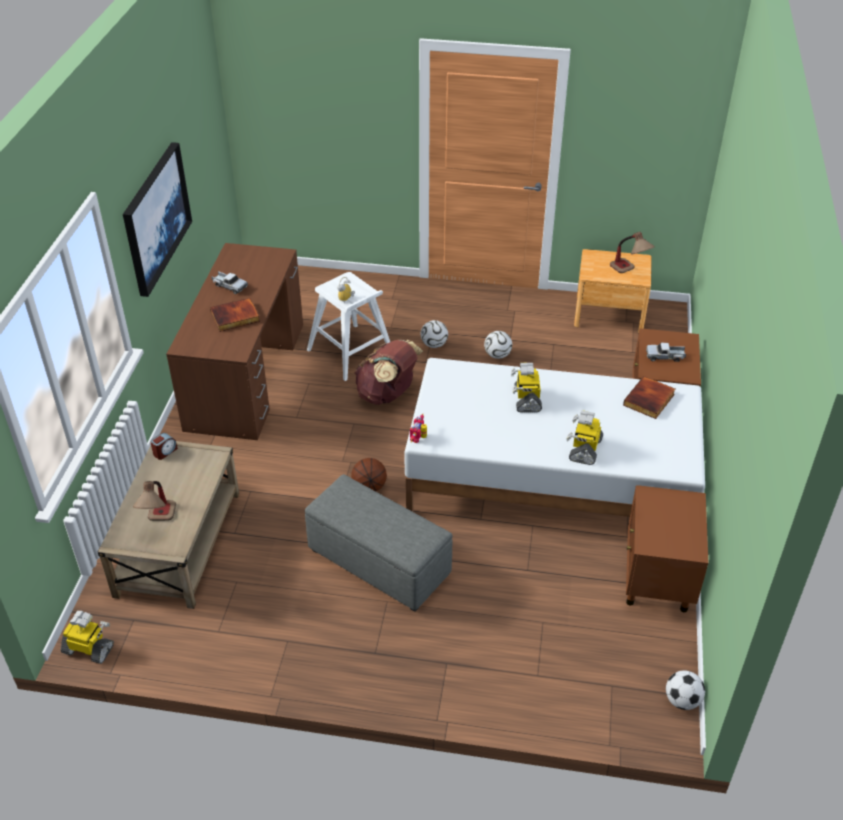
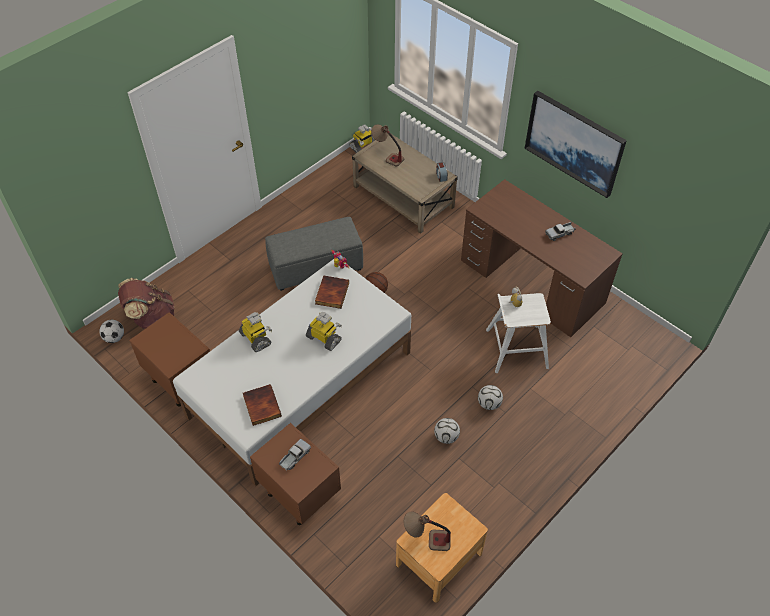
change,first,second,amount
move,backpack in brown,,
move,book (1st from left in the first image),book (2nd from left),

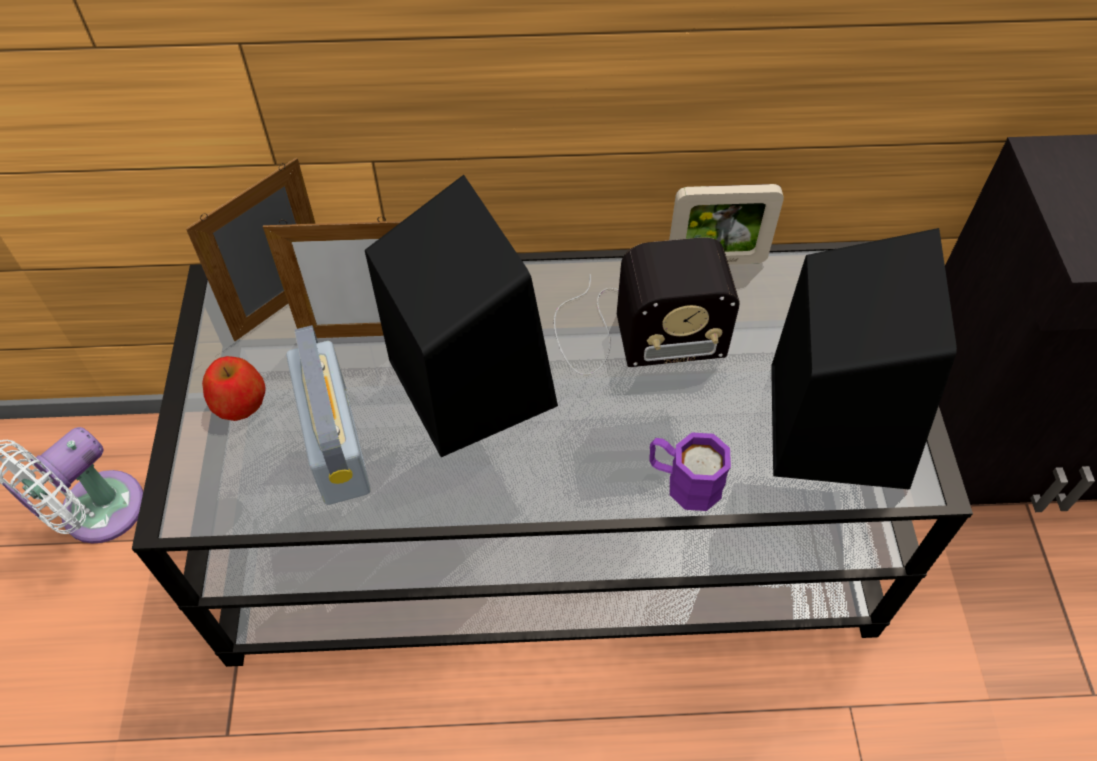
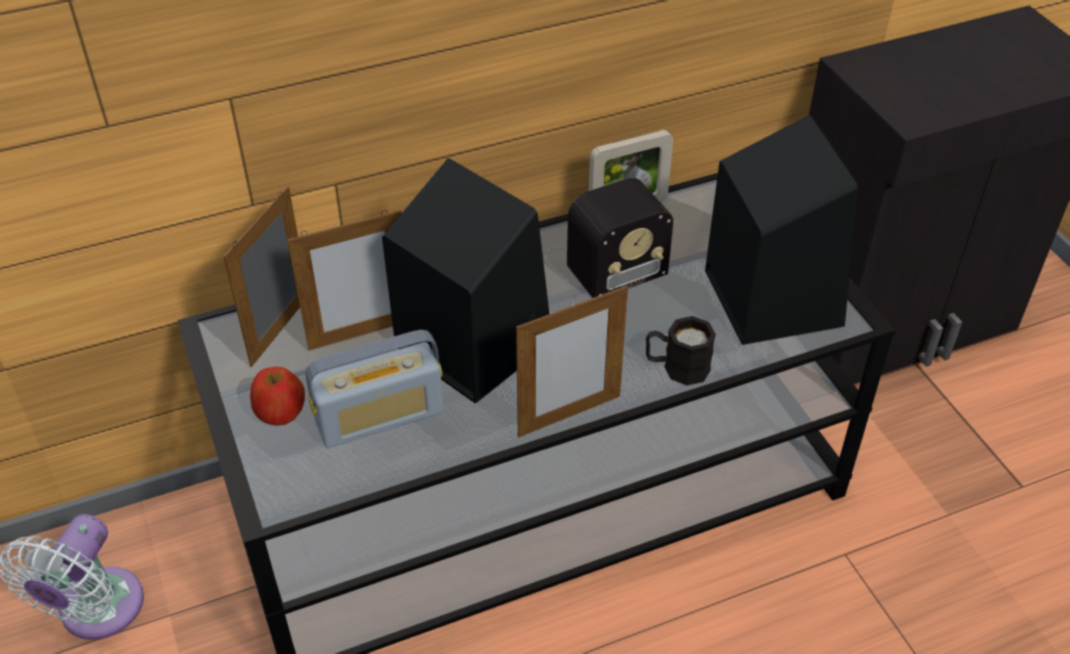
change,first,second,amount
rotate,radio (1st from left),,105 degrees clockwise
insert,,picture frame (3rd from left),
recolor,mug in purple,mug in black,

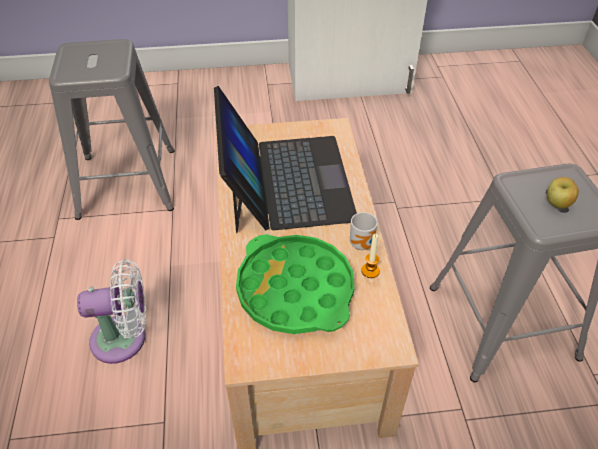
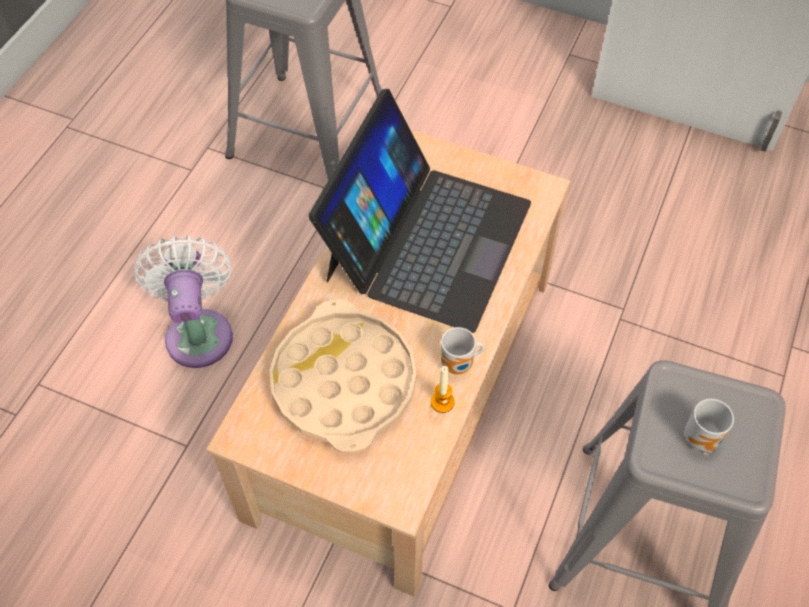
change,first,second,amount
rotate,fan in white,,120 degrees counterclockwise
recolor,tray in green,tray in beige,
replace,apple,mug (2nd from left),

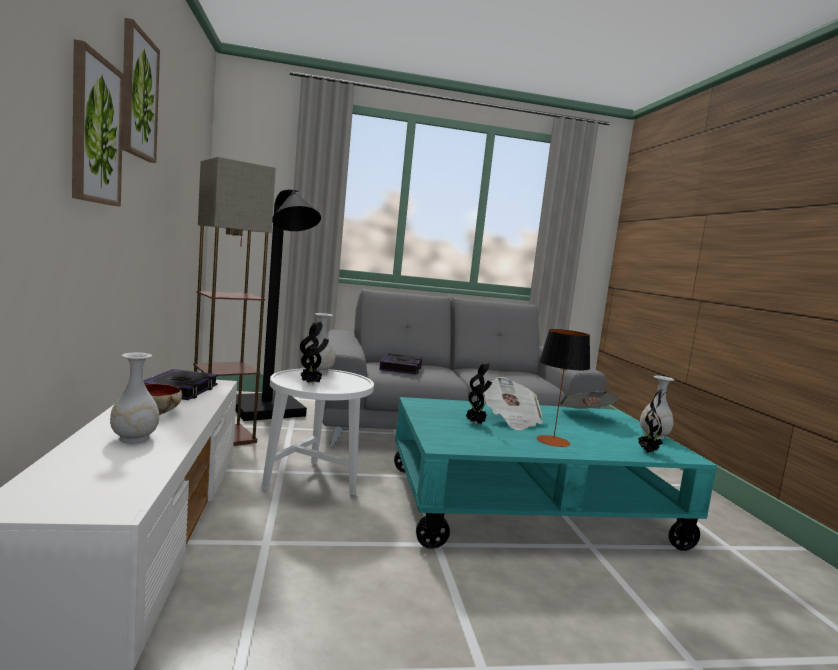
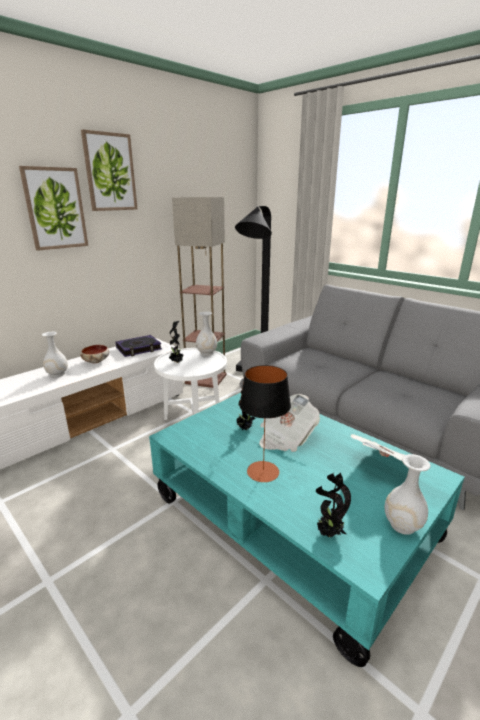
change,first,second,amount
delete,book (2nd from left),,

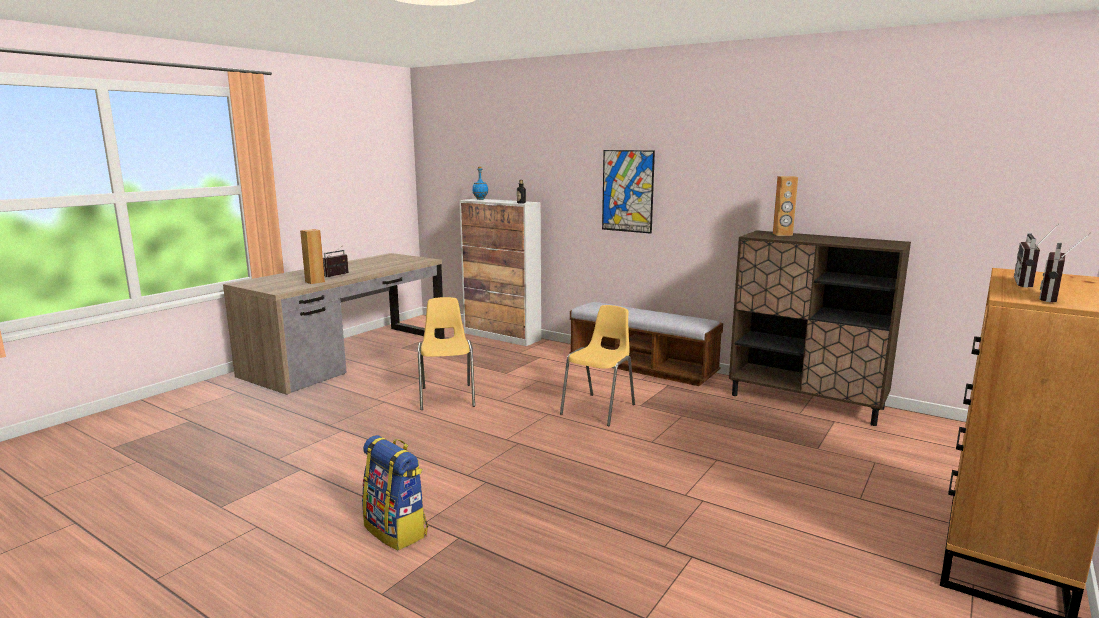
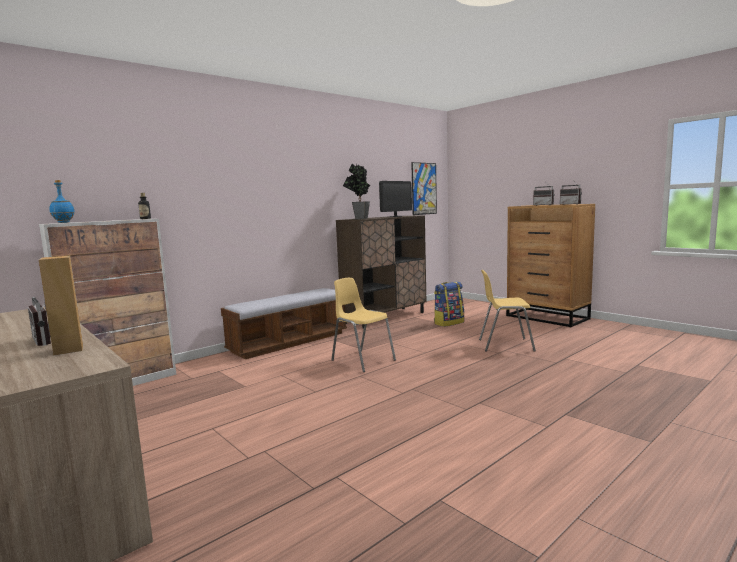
change,first,second,amount
replace,speaker in brown (2nd from left),potted plant,
insert,,monitor,
move,picture,,
move,backpack,,
move,chair in yellow (1st from left in the first image),chair in yellow (2nd from left),

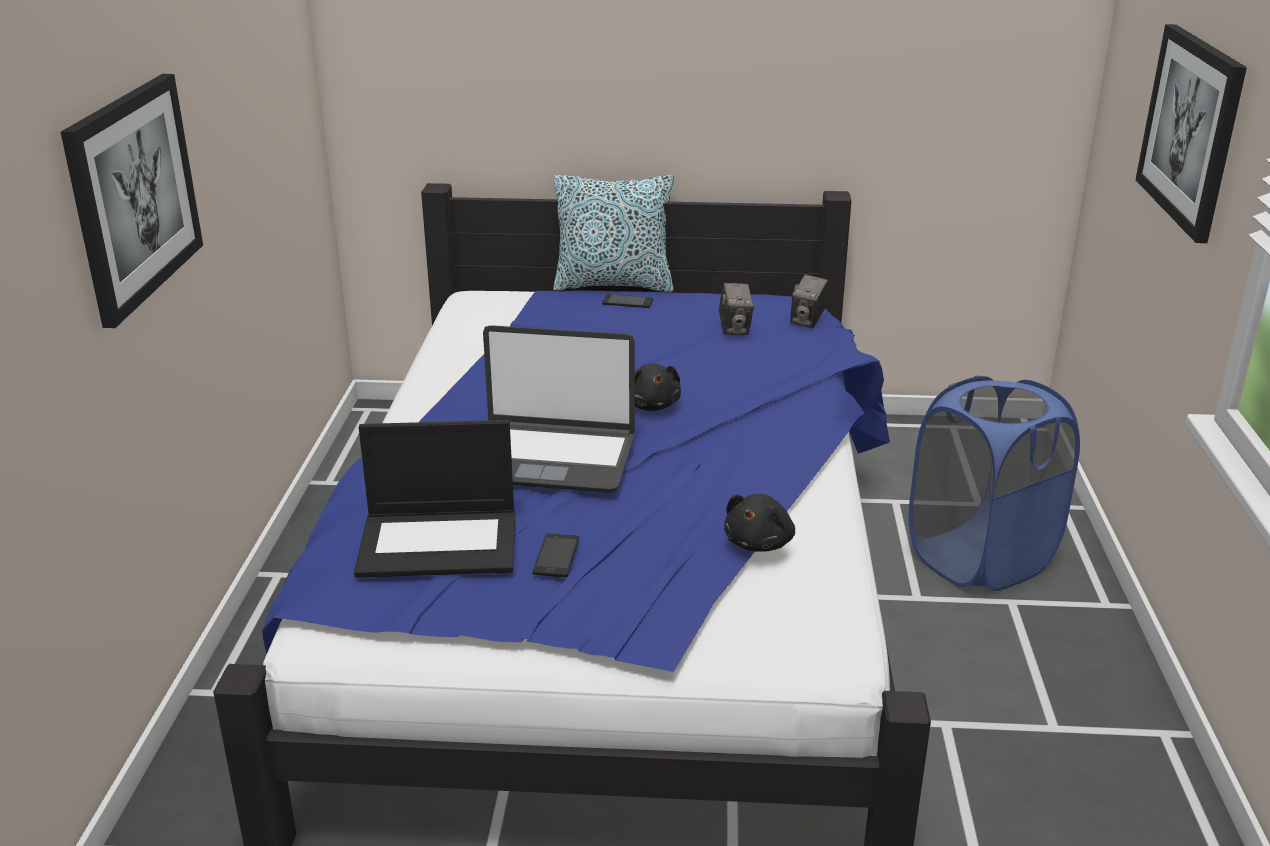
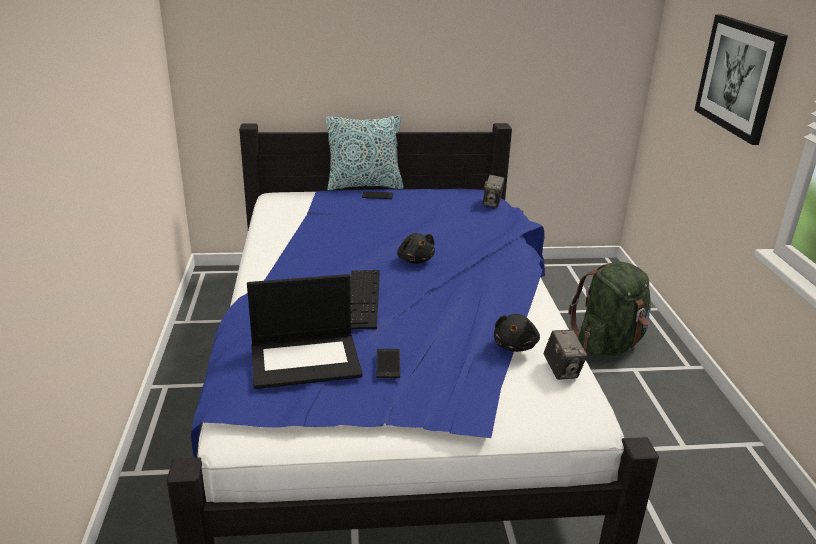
change,first,second,amount
replace,laptop (2nd from left),keyboard,
move,photo camera (1st from left in the first image),photo camera (2nd from left),
replace,laundry basket in blue,backpack in green,
delete,picture (1st from left),,

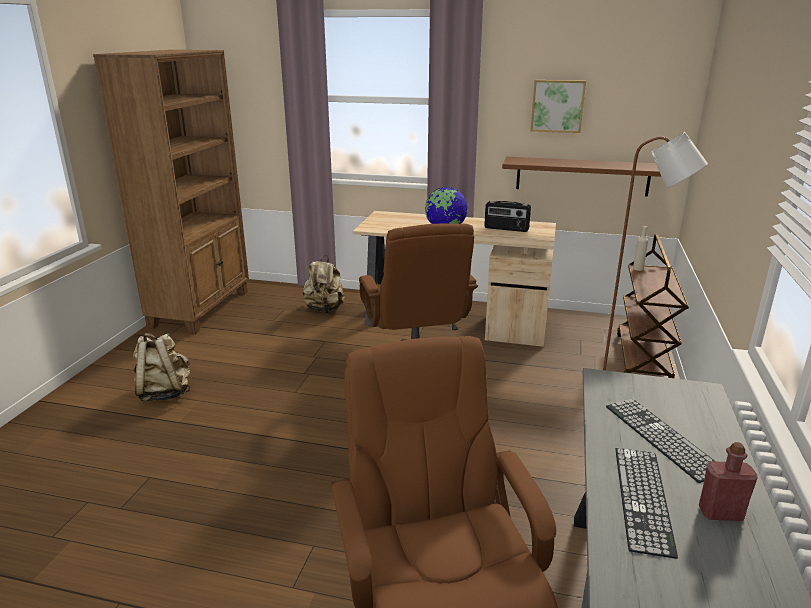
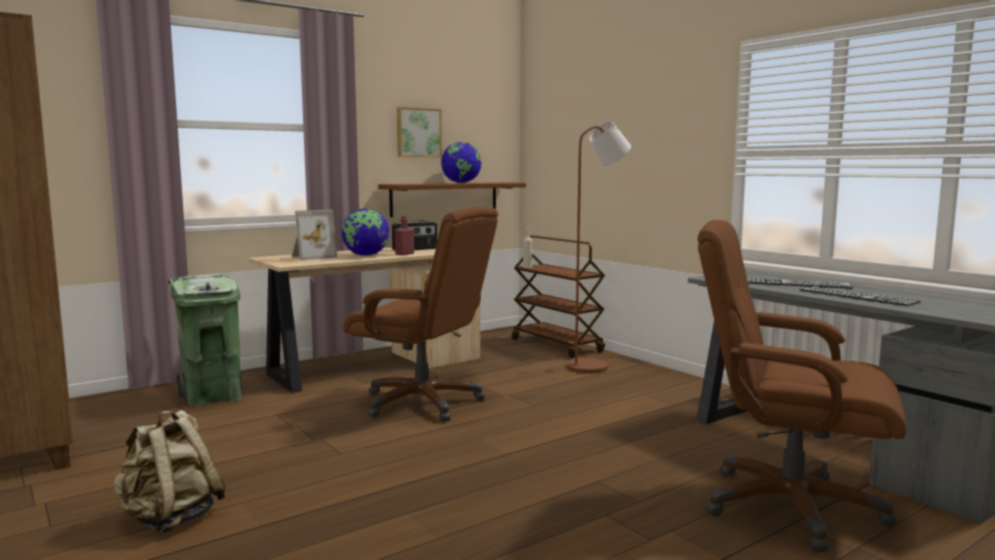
change,first,second,amount
replace,backpack in beige (2nd from left),trash can in green,
insert,,picture frame,
move,bottle in red,,
insert,,globe (2nd from left),

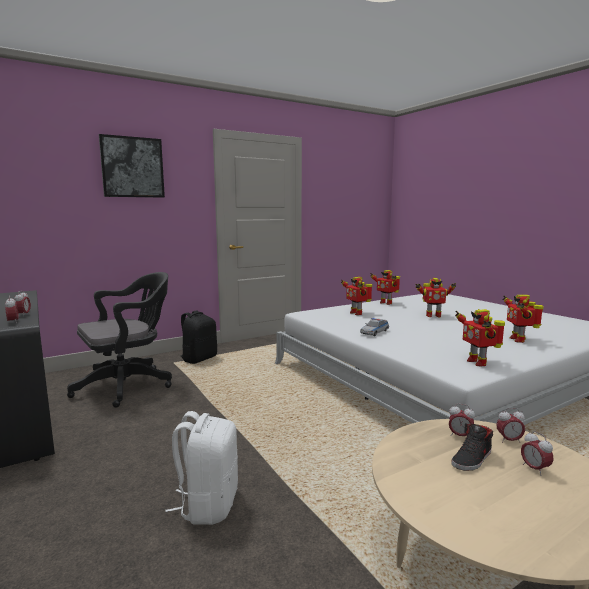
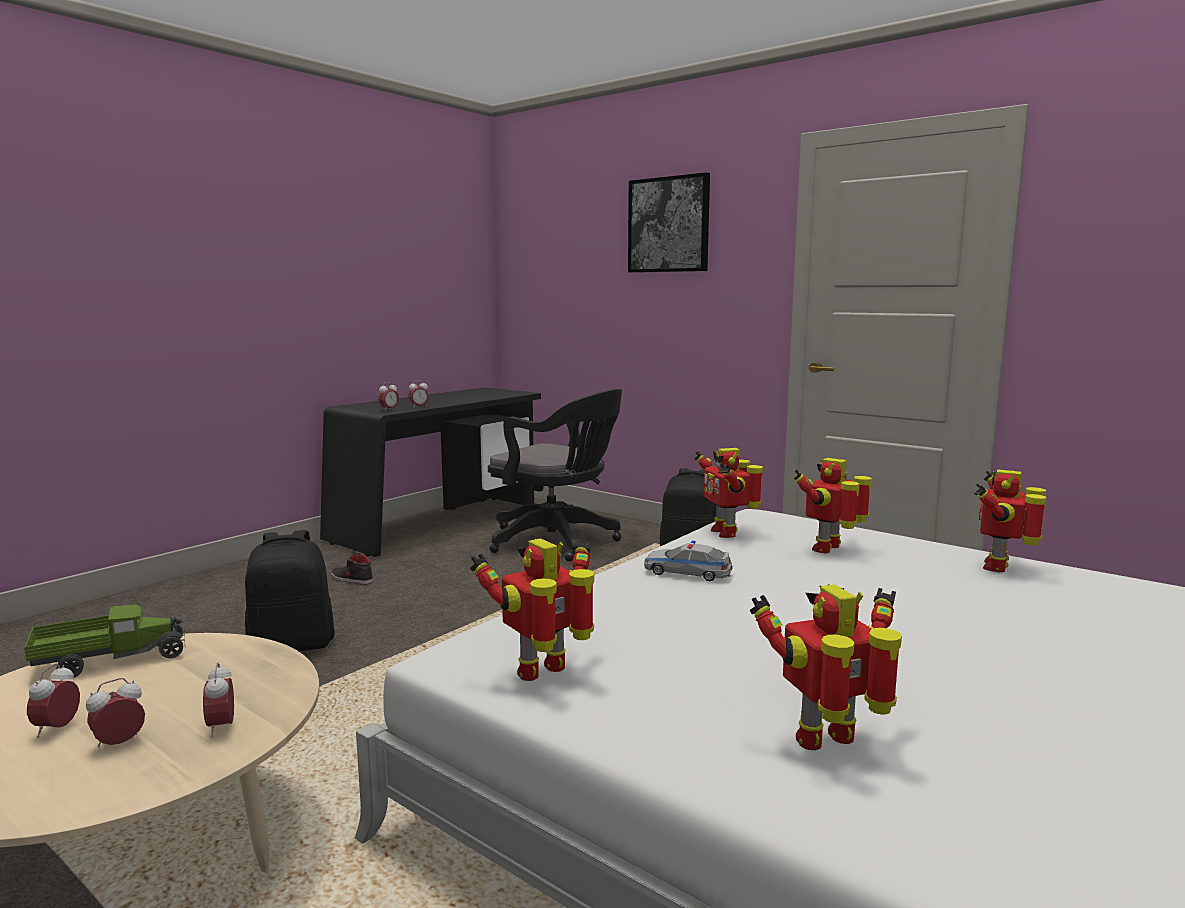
change,first,second,amount
insert,,toy truck,
move,alarm clock (3rd from left in the first image),alarm clock (1st from left),
recolor,backpack in white,backpack in black (1st from left),
move,shoe in black,,
move,toy robot (3rd from left in the first image),toy robot (2nd from left),

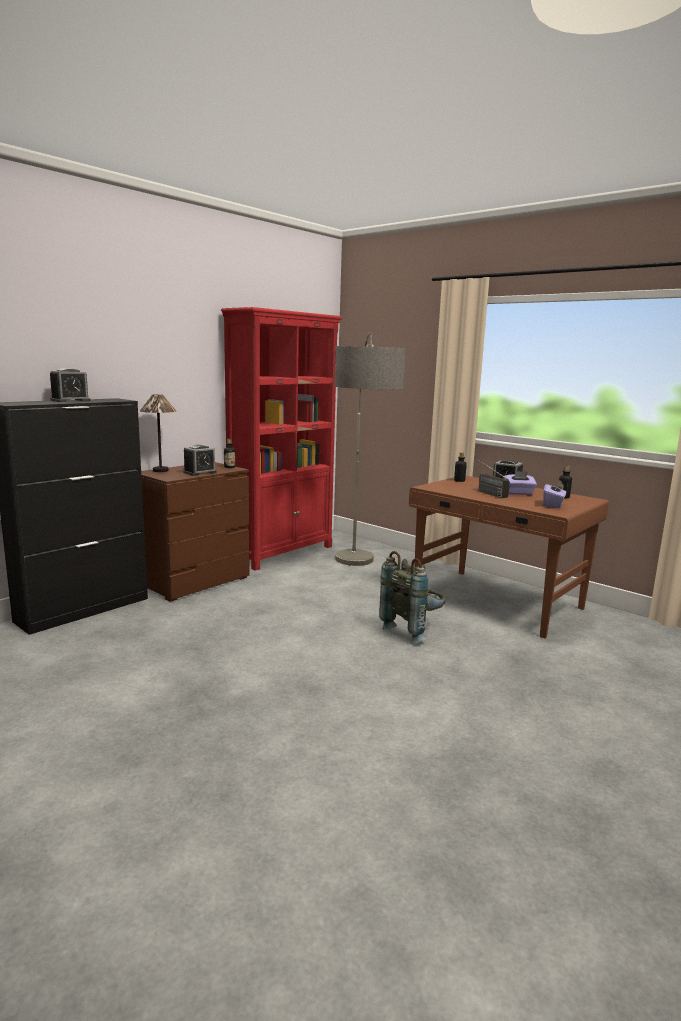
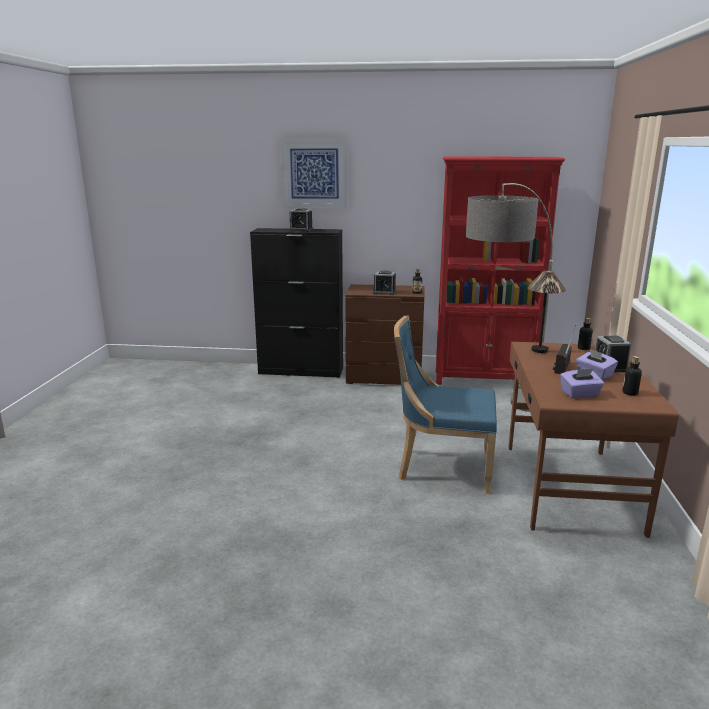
change,first,second,amount
insert,,picture,
replace,backpack in grey,chair in blue,
move,table lamp,,

